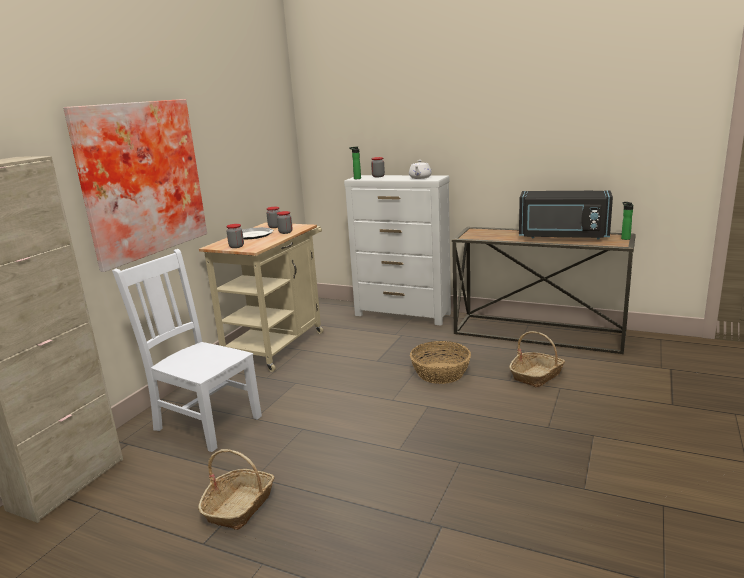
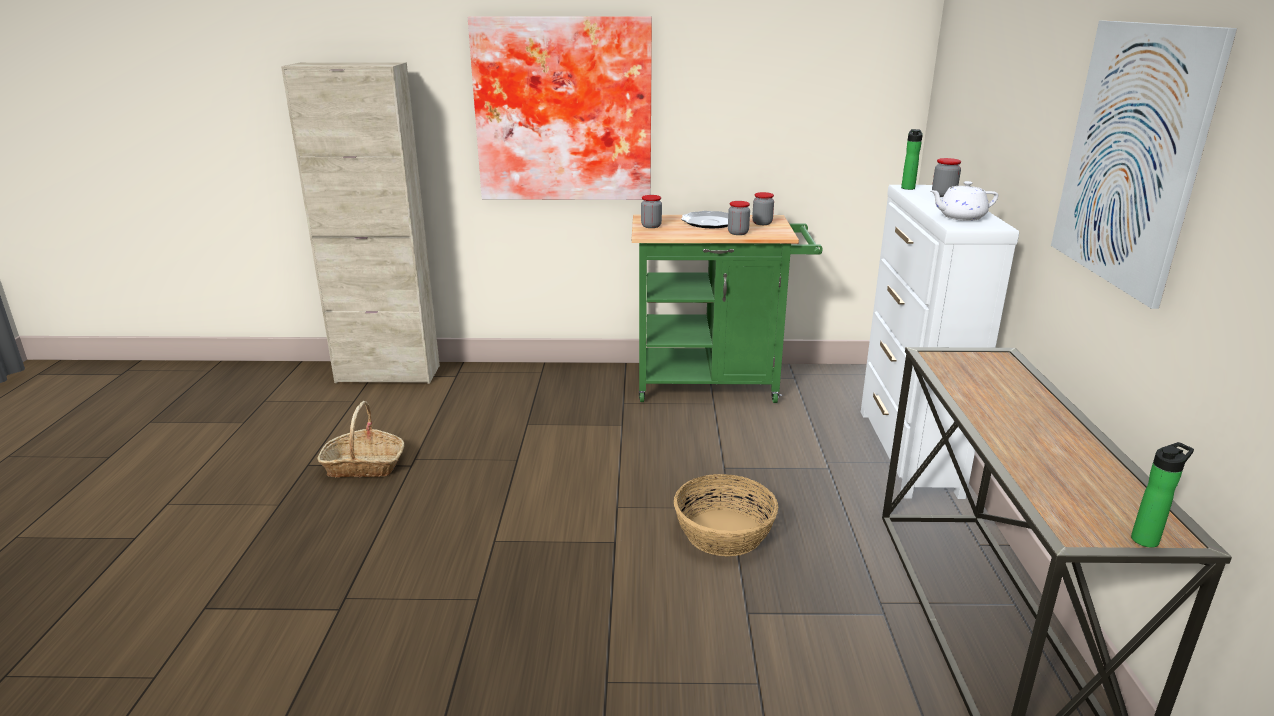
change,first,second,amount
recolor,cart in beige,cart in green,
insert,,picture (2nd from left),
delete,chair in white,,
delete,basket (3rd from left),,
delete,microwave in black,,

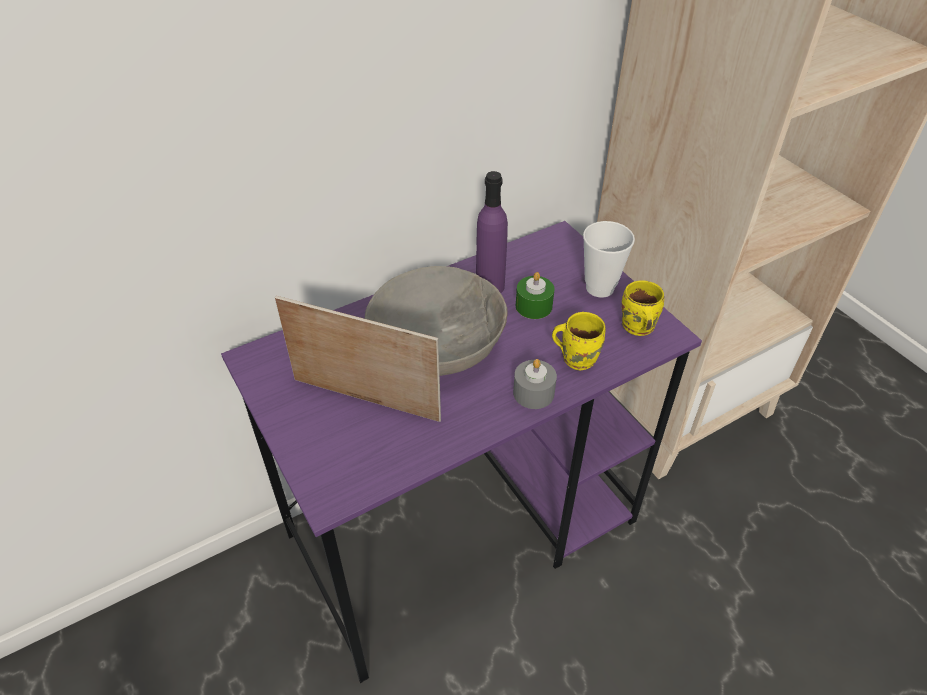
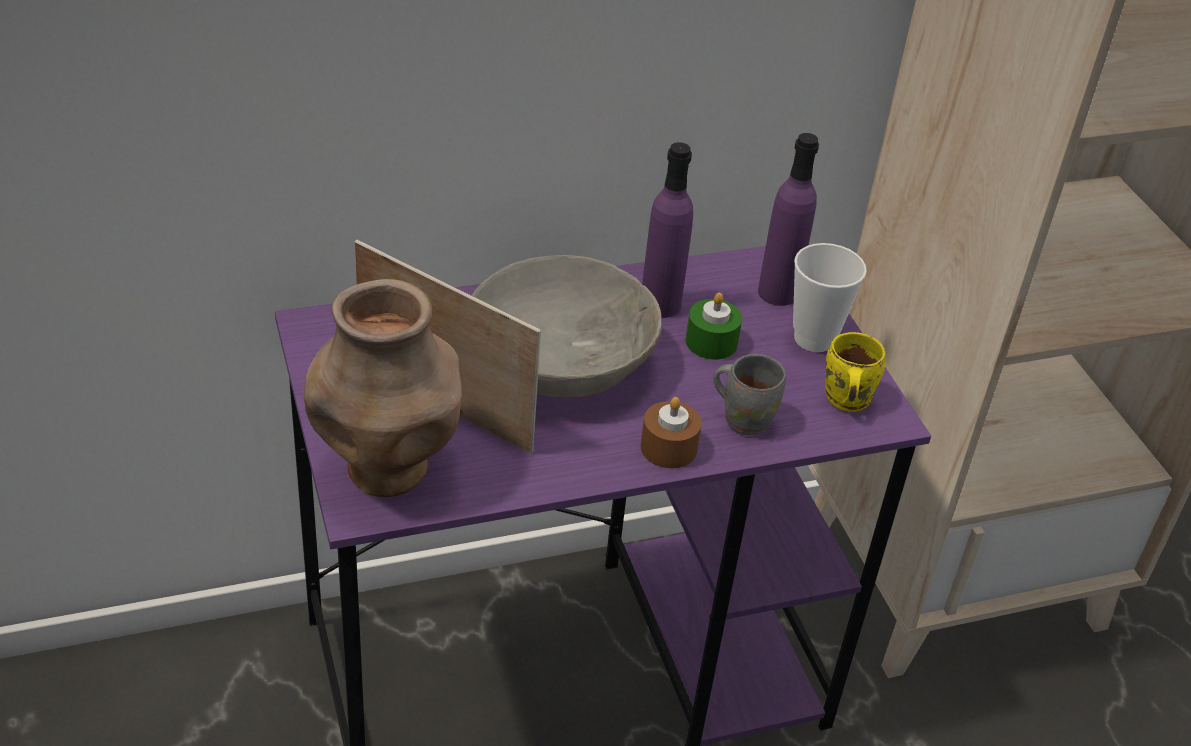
change,first,second,amount
insert,,vase in brown,
recolor,candle in grey,candle in brown,
recolor,mug in yellow (1st from left),mug in grey,
insert,,bottle in purple (2nd from left),

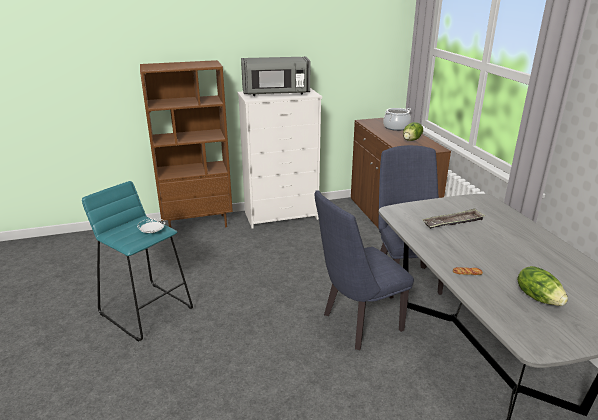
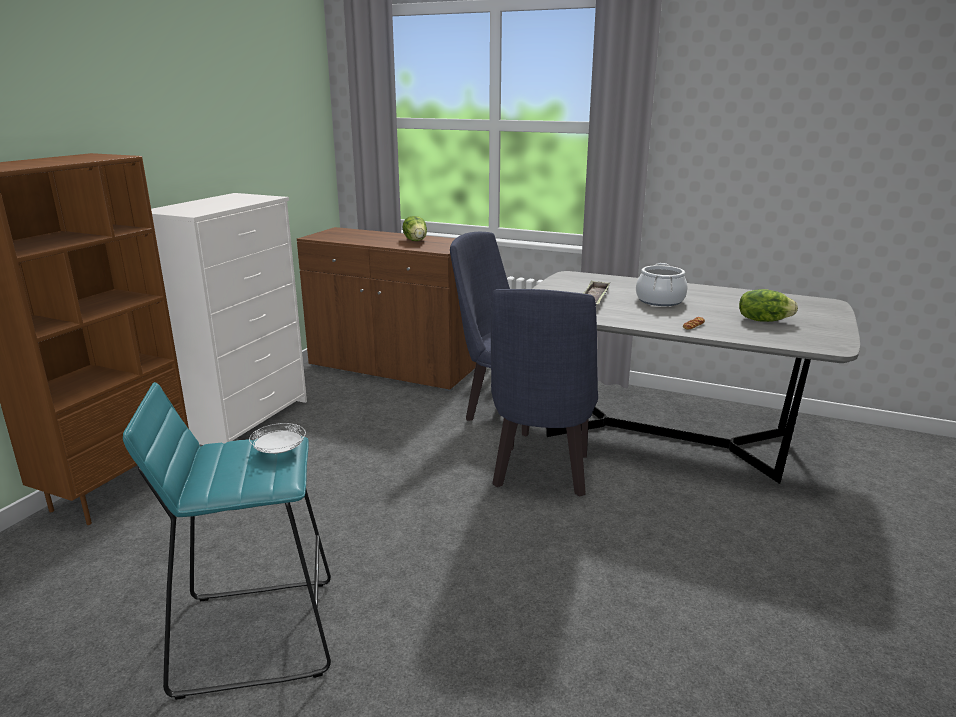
change,first,second,amount
move,cooking pot,,
delete,microwave in grey,,

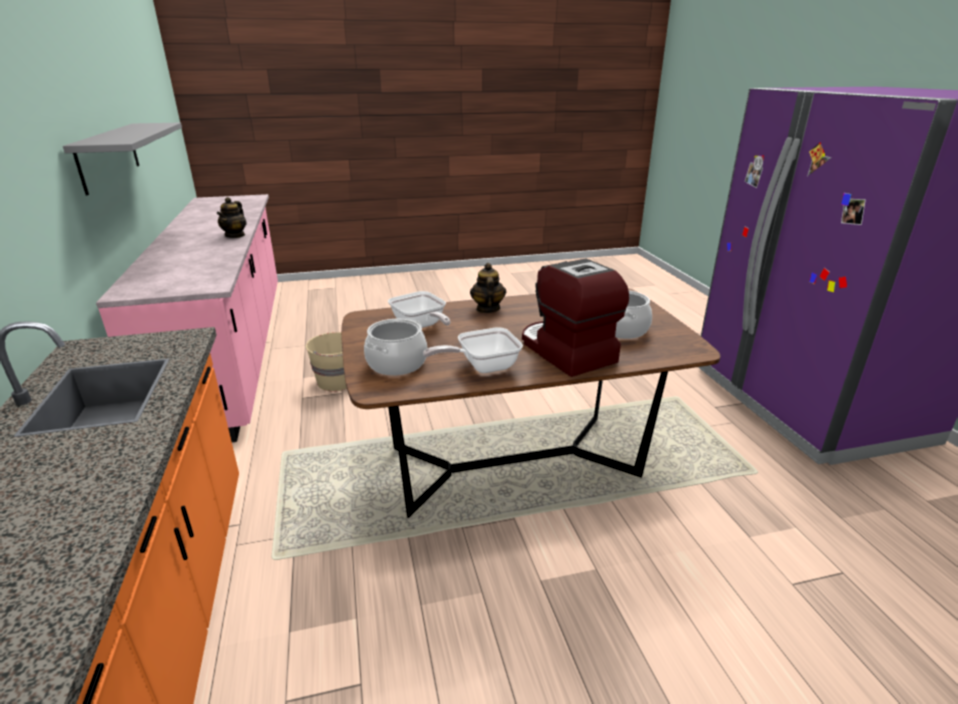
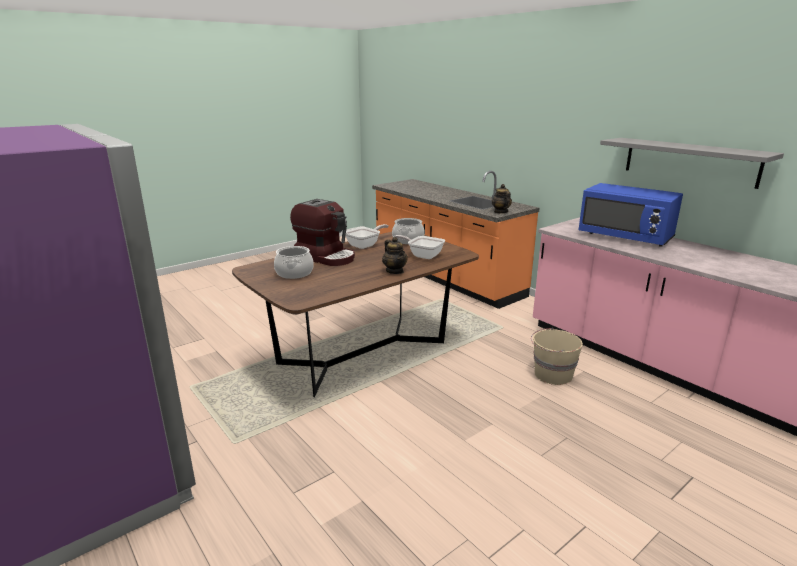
change,first,second,amount
move,teapot (1st from left in the first image),teapot (2nd from left),
insert,,microwave in blue,

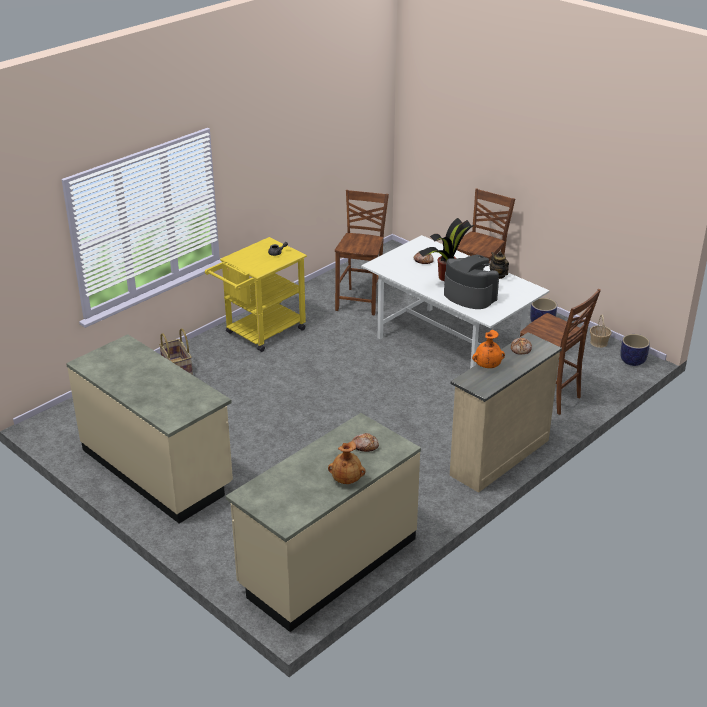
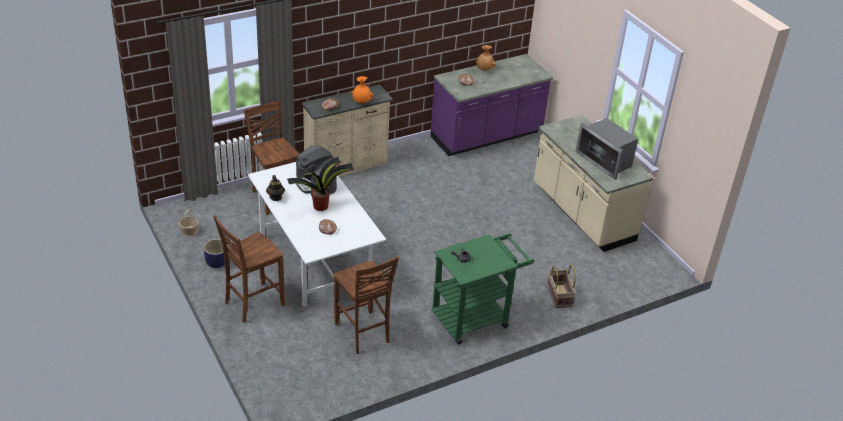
change,first,second,amount
rotate,chair in brown (1st from left in the first image),chair in brown (3rd from left),60 degrees counterclockwise
recolor,counter in beige (2nd from left),counter in purple,
recolor,cart in yellow,cart in green,
insert,,microwave,
delete,planter (2nd from left),,

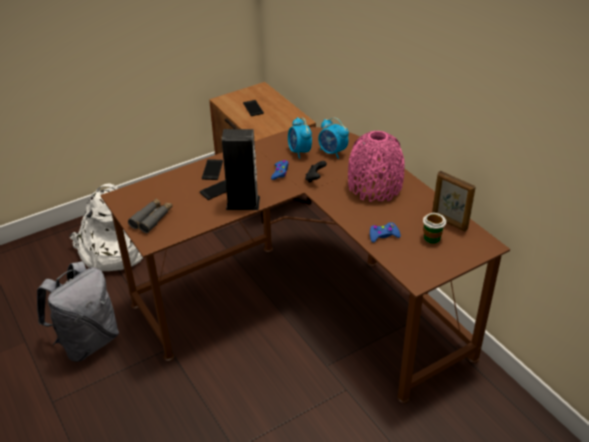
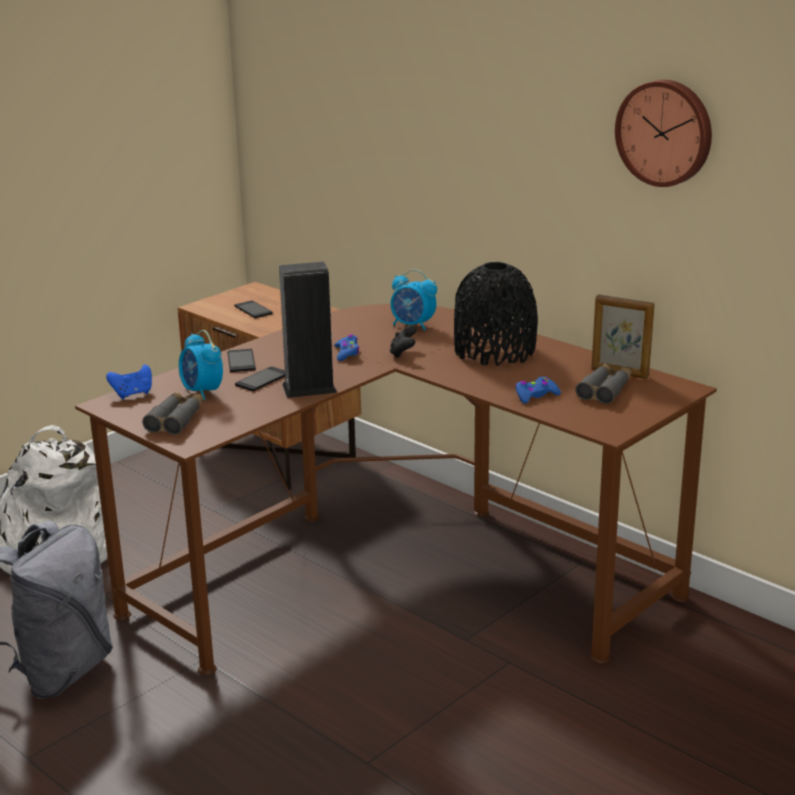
change,first,second,amount
insert,,game controller in blue (1st from left),
move,alarm clock (1st from left),,
recolor,vase in pink,vase in black,
replace,cup,binoculars in grey (2nd from left),
insert,,wall clock,

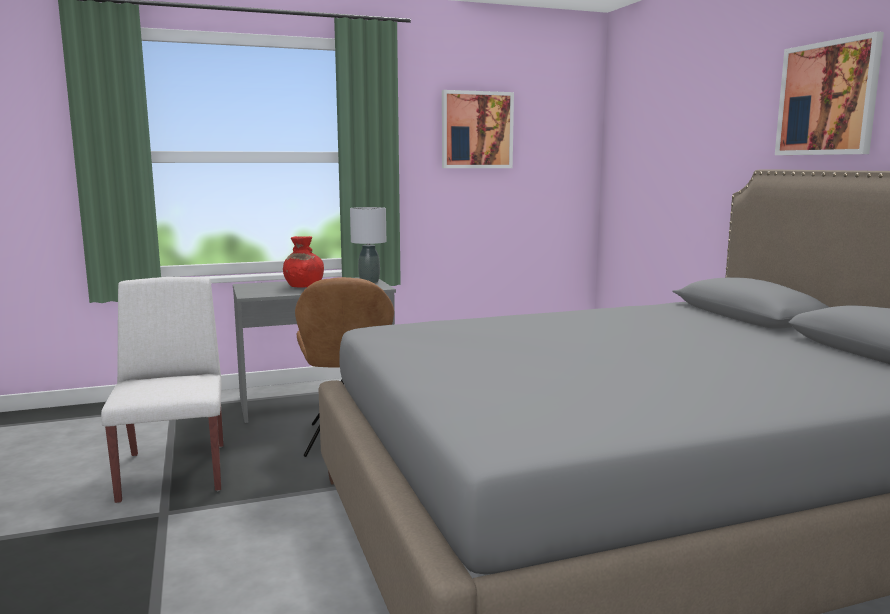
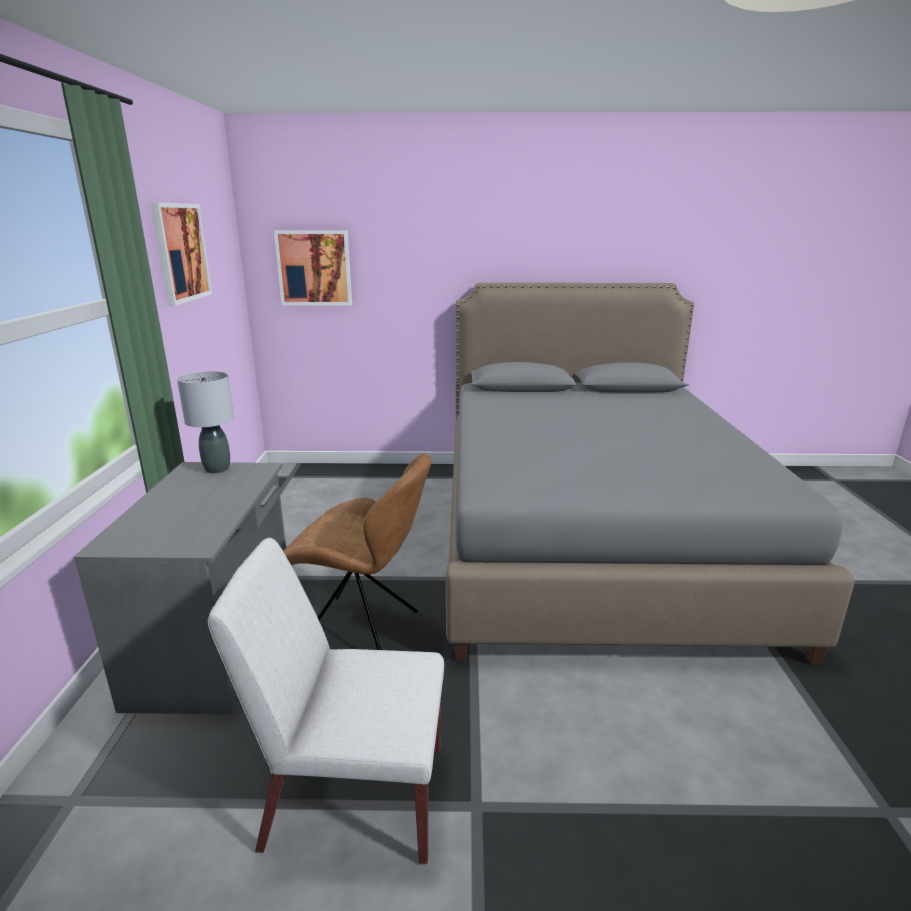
change,first,second,amount
move,picture (2nd from left),,
delete,vase in red,,

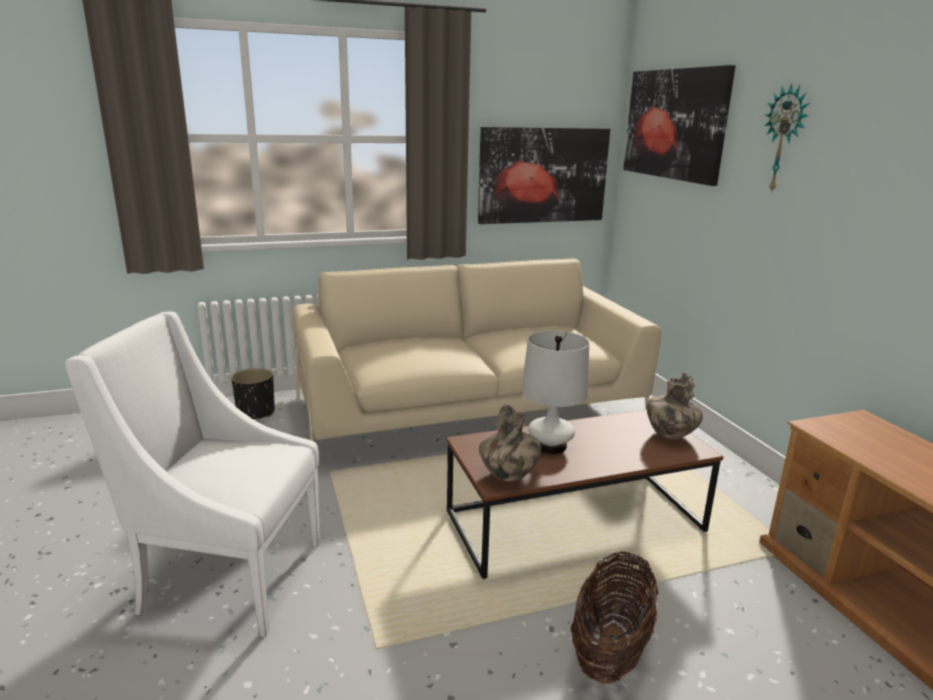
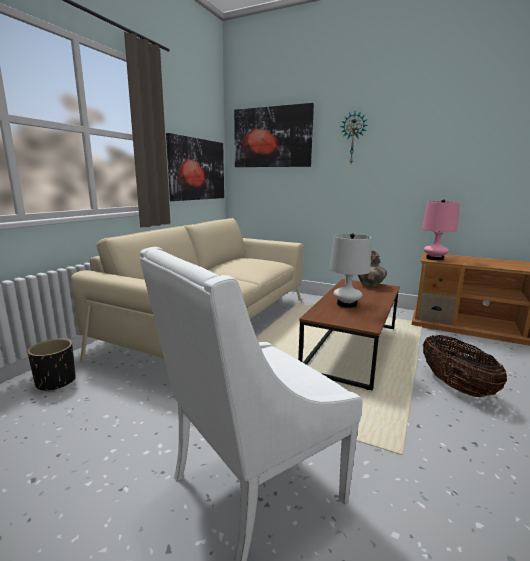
change,first,second,amount
insert,,table lamp in pink,
delete,vase (1st from left),,

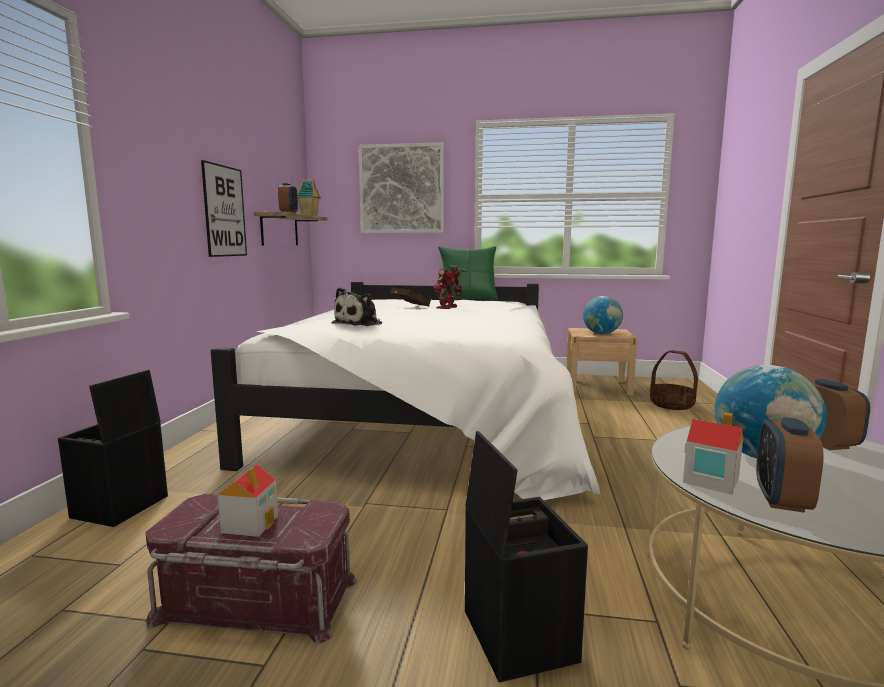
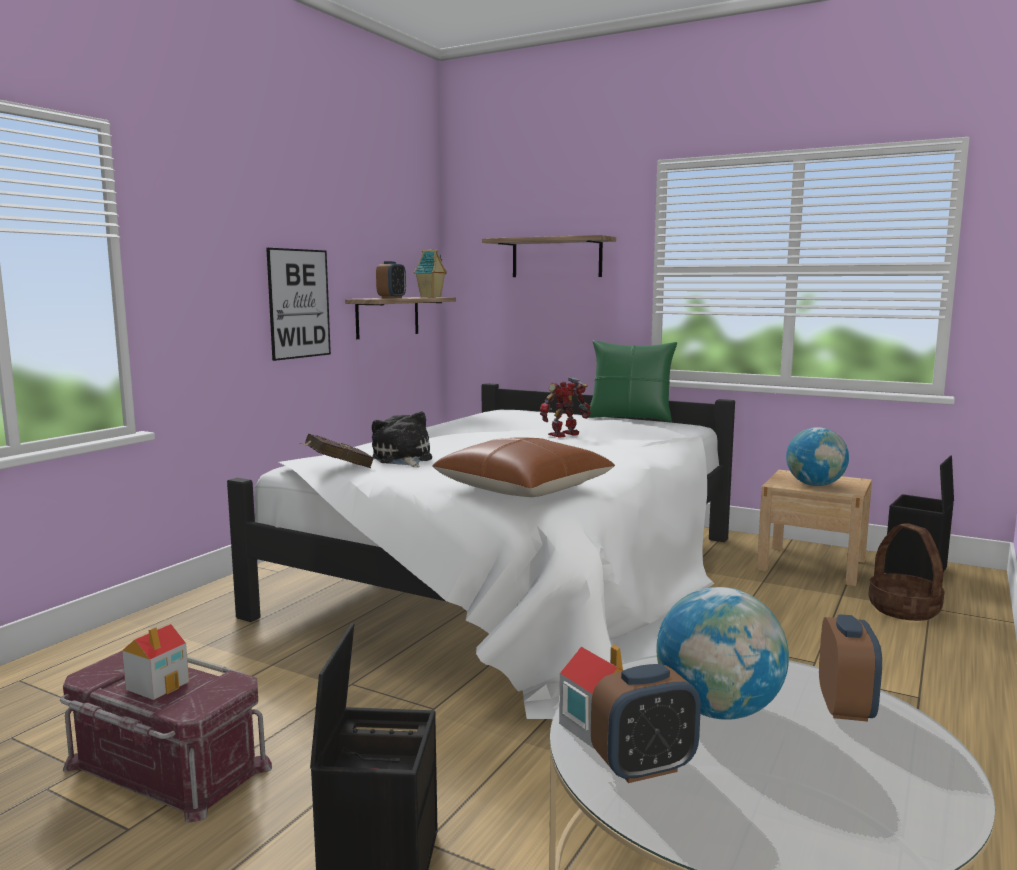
change,first,second,amount
move,book in red,,
rotate,plush toy,,105 degrees clockwise
insert,,pillow in brown,
replace,picture (2nd from left),shelf (2nd from left),
rotate,alarm clock (2nd from left),,150 degrees counterclockwise
move,storage box in black (1st from left in the first image),storage box in black (2nd from left),

